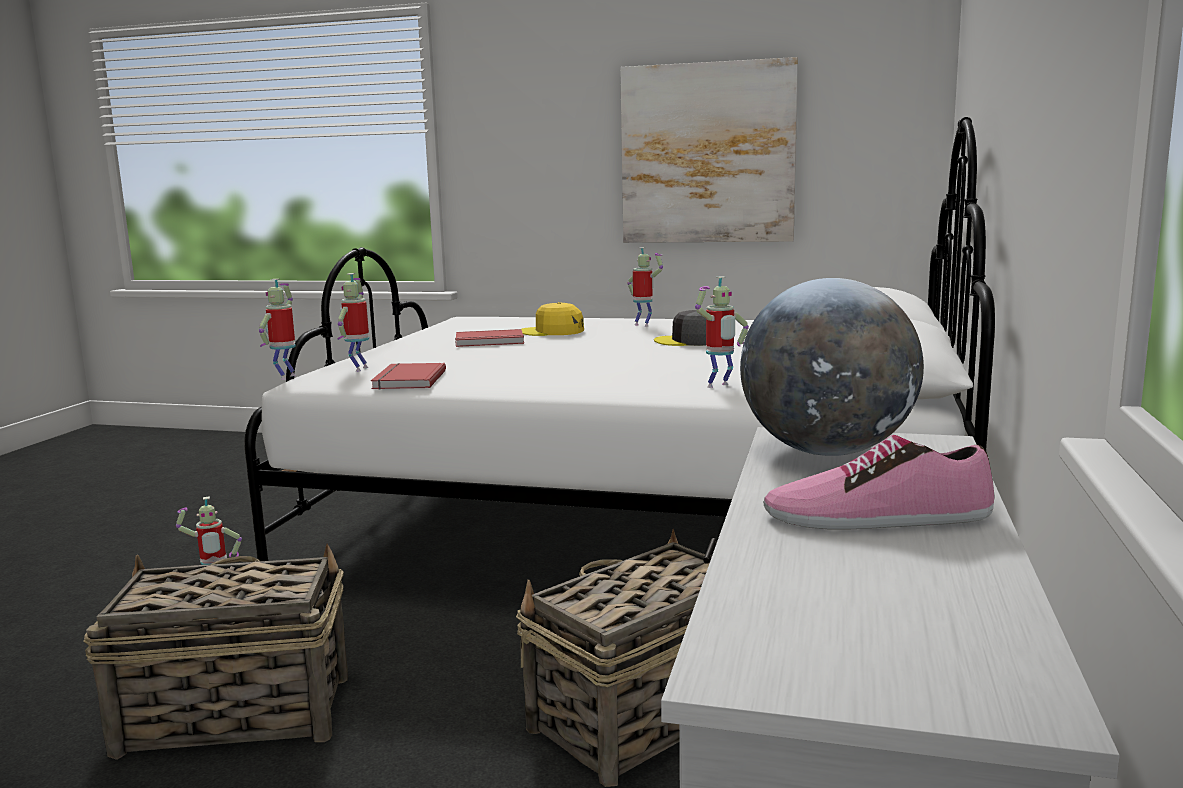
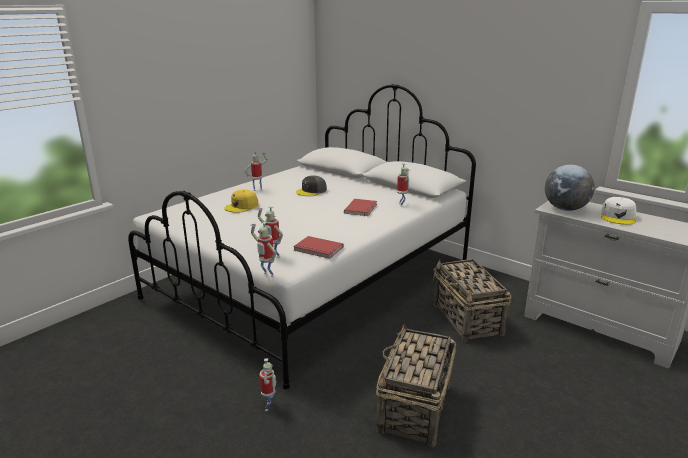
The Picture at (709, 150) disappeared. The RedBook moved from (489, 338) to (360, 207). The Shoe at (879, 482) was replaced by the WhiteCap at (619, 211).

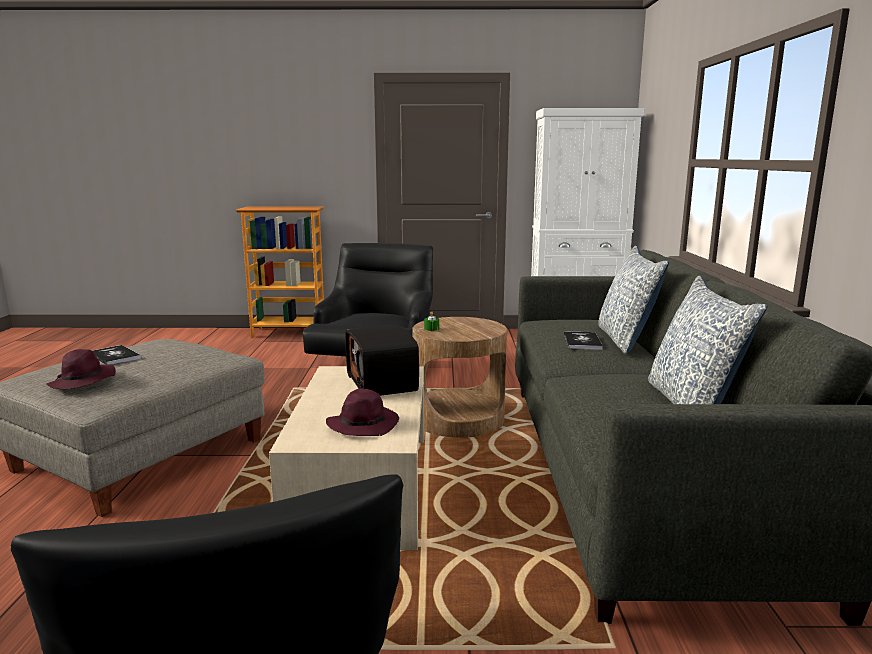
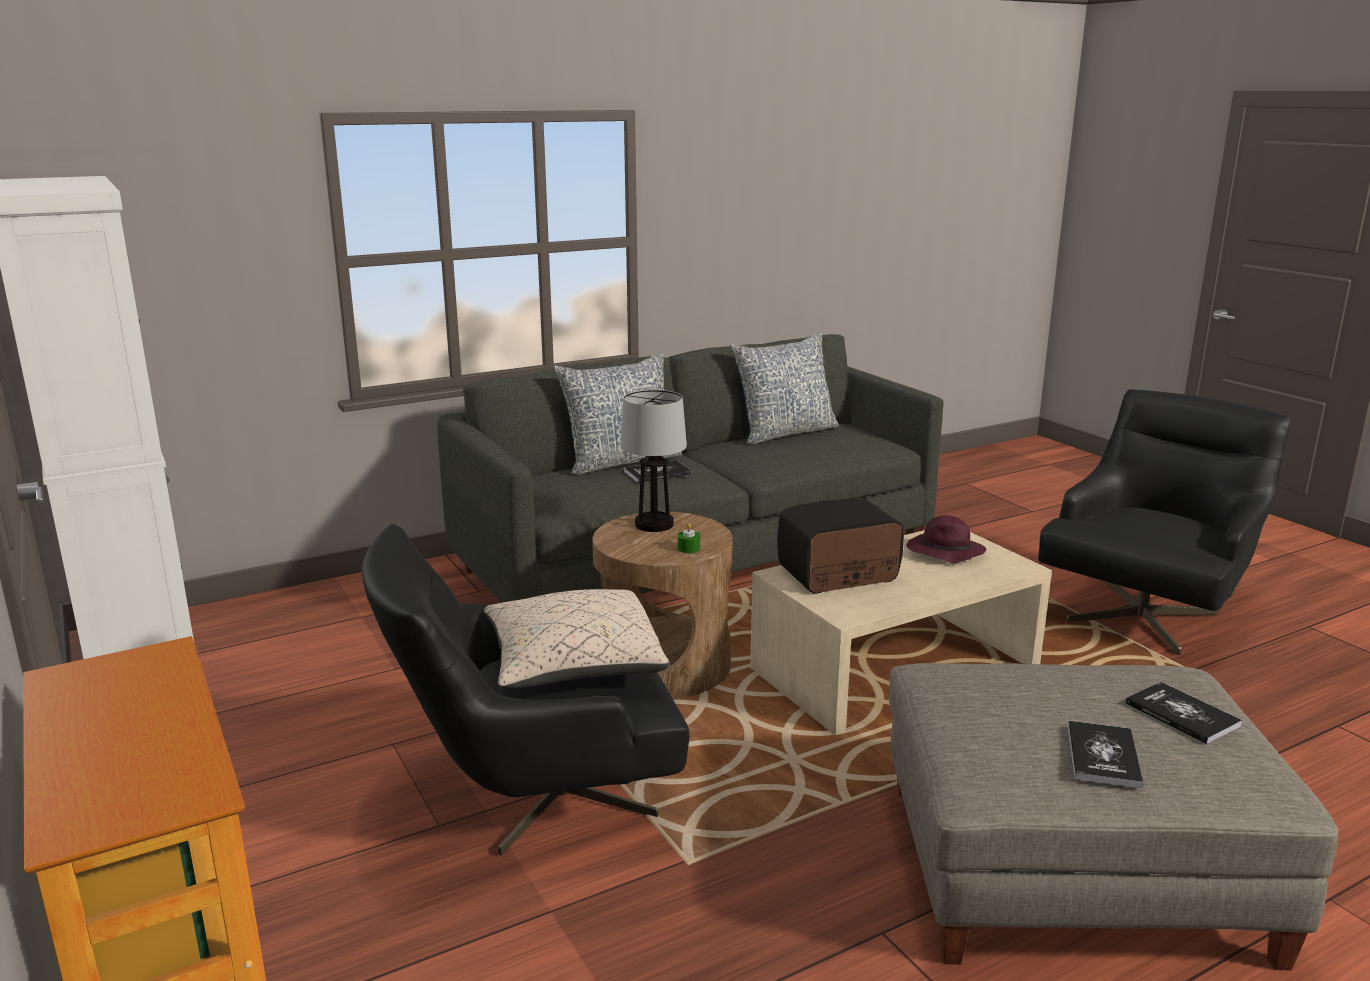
The BeigePillow at (576, 639) appeared. The TableLamp at (653, 461) appeared. The PurpleHat at (81, 369) was replaced by the Book at (1184, 713). The Radio at (382, 360) turned 150 degrees counterclockwise.

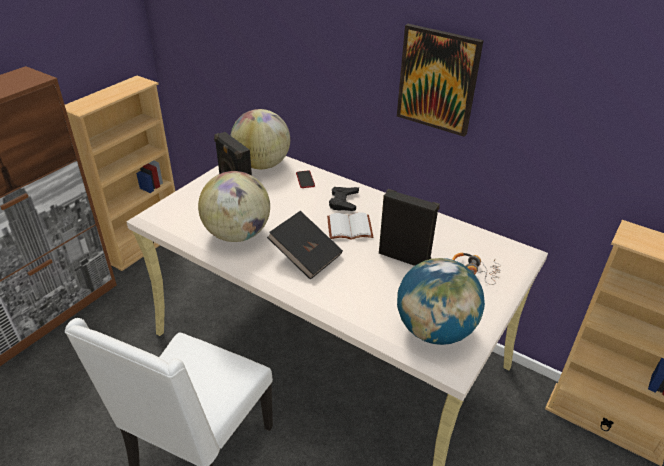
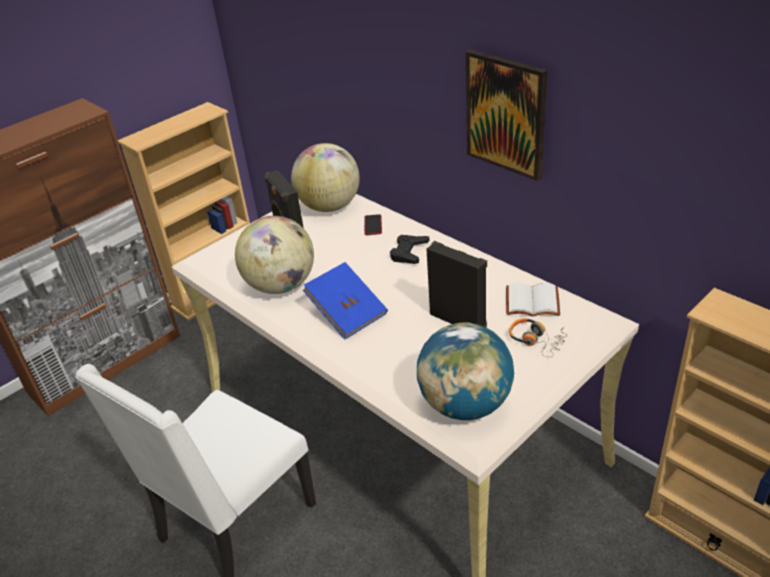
The WhiteBook moved from (350, 226) to (533, 299). The BlackBook at (305, 245) became the BlueBook at (345, 301).

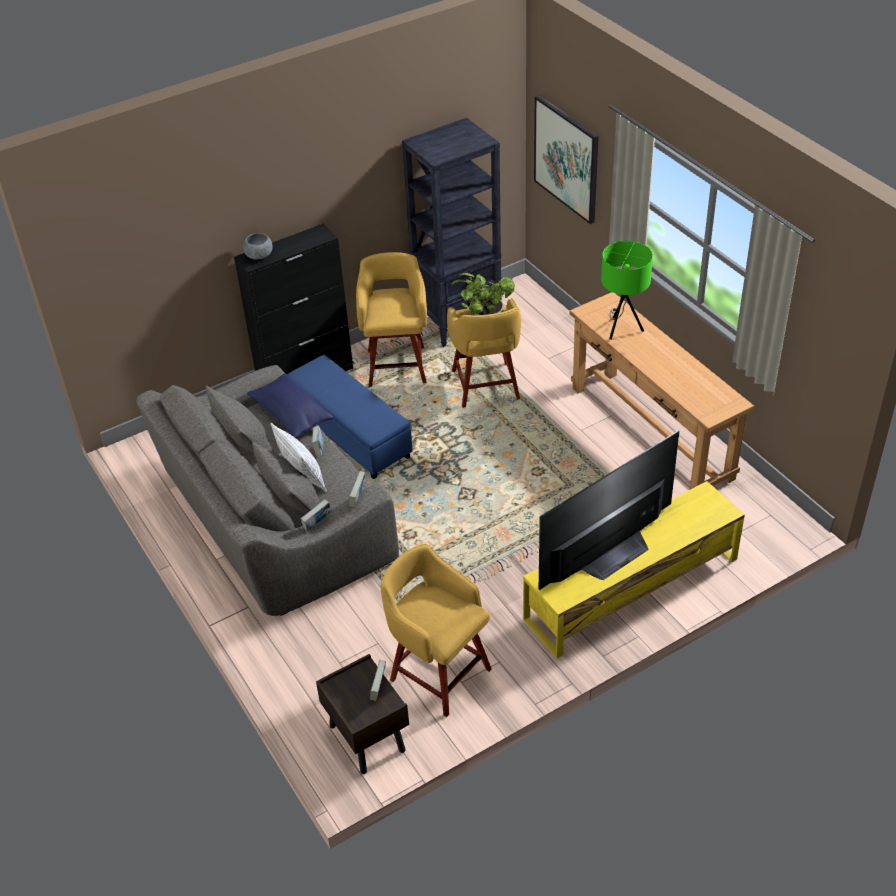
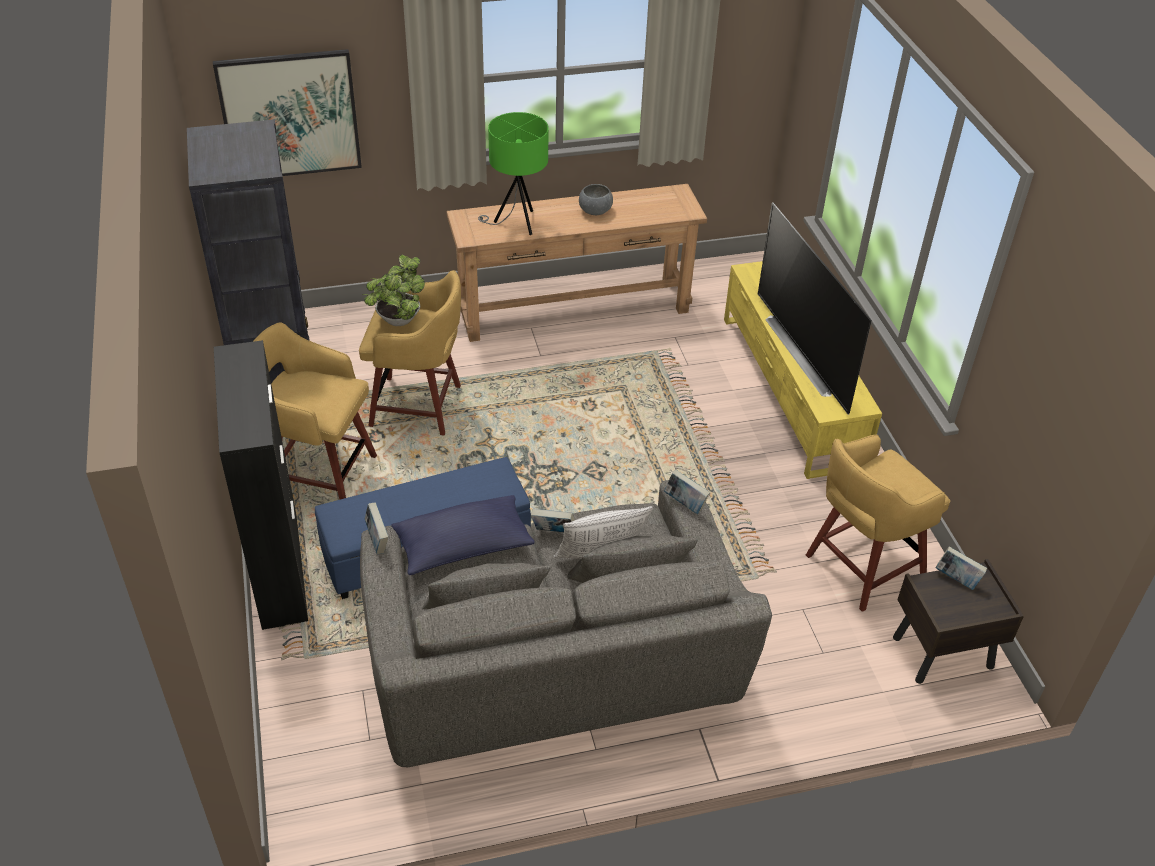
The GreyBowl moved from (258, 246) to (596, 199). The Book moved from (316, 515) to (376, 528).

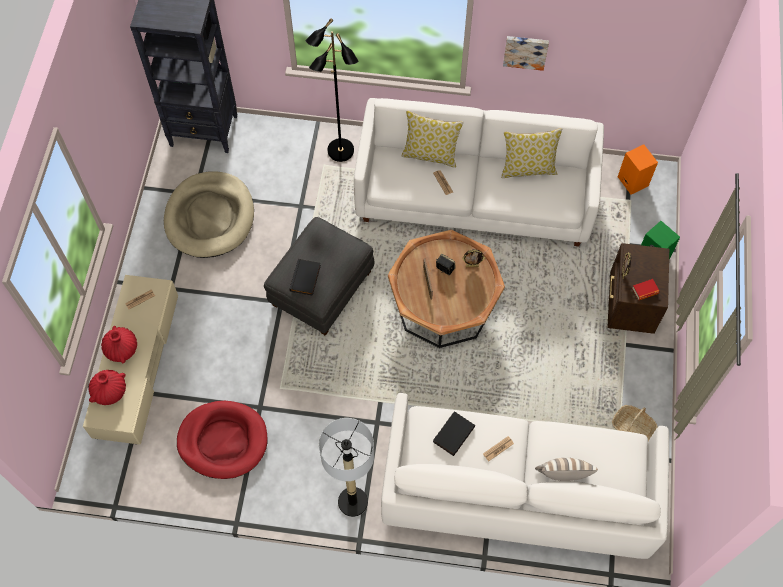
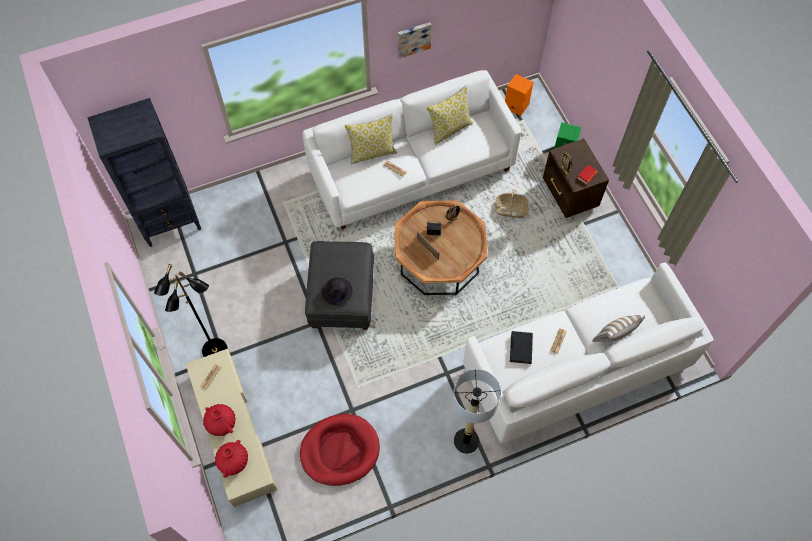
The BeigeDogBed at (209, 214) disappeared. The BlackFloorLamp moved from (331, 90) to (191, 310). The Basket moved from (635, 423) to (512, 203). The BlackBook at (305, 277) was replaced by the BlackHat at (337, 291).

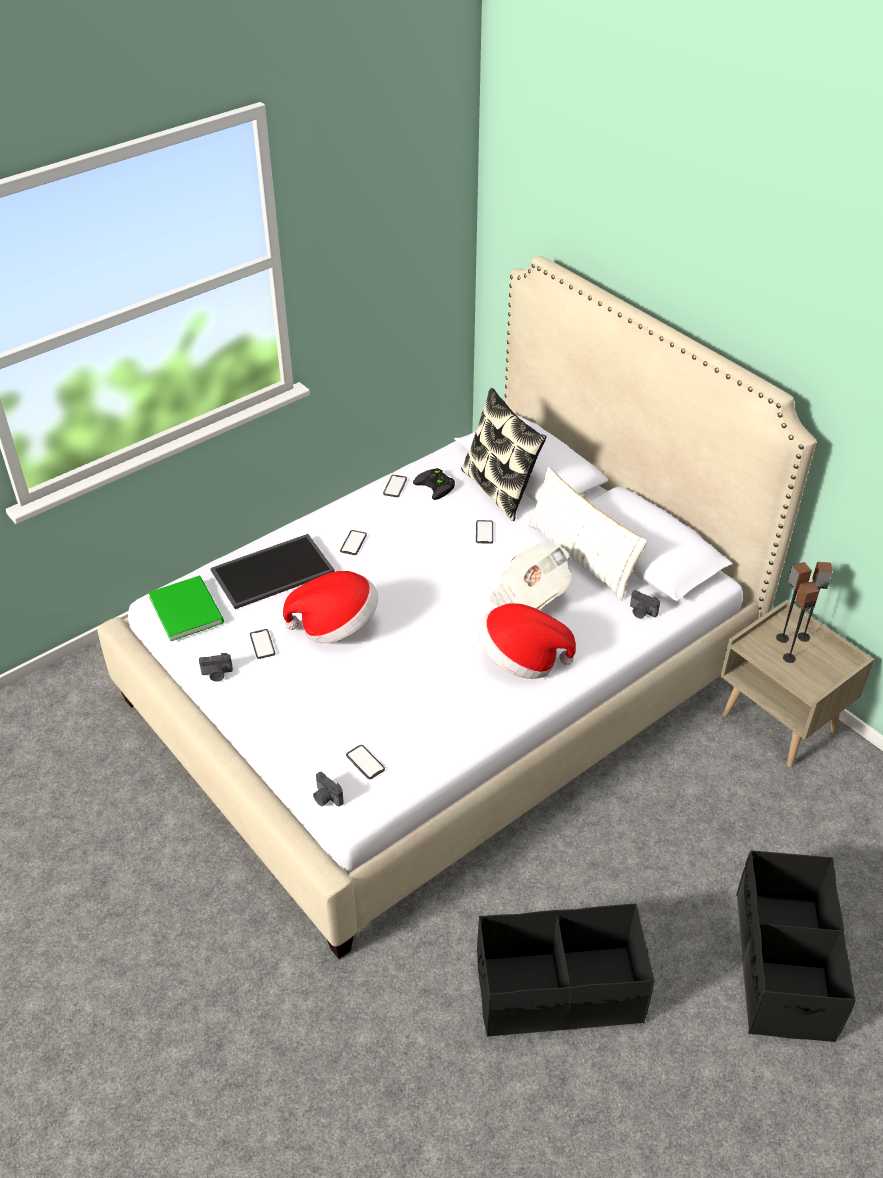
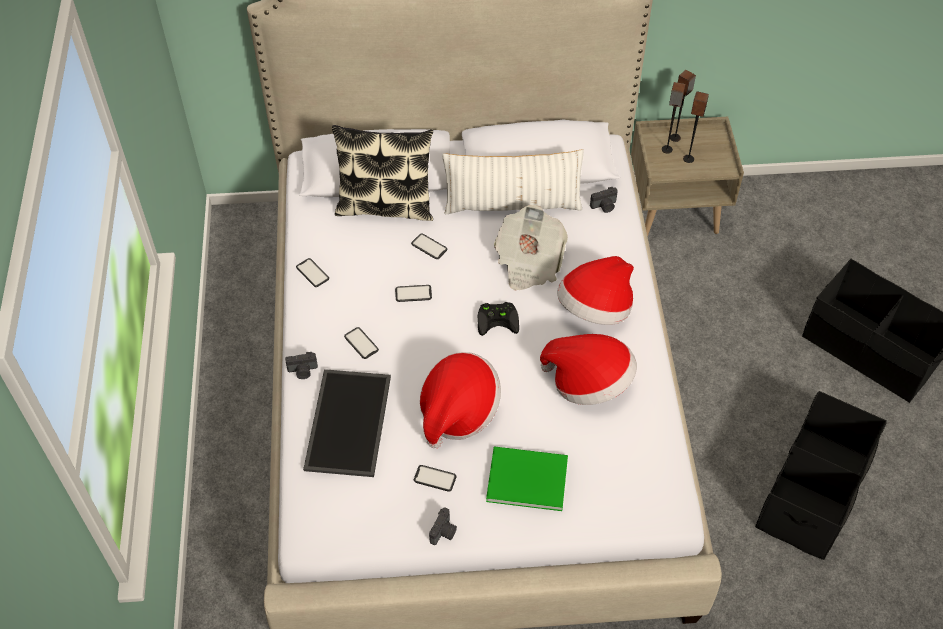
The Hat at (588, 369) appeared. The GreenBook moved from (186, 608) to (527, 478). The PhotoCamera moved from (328, 789) to (301, 365). The Phone moved from (365, 762) to (413, 293). The BlackGameController moved from (434, 484) to (498, 319).

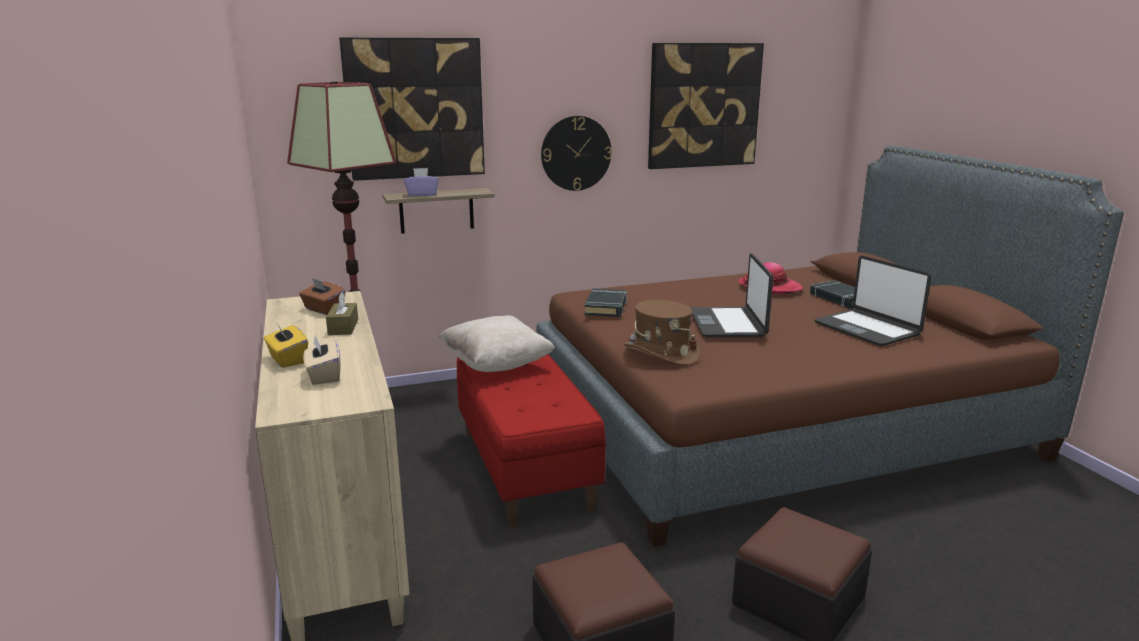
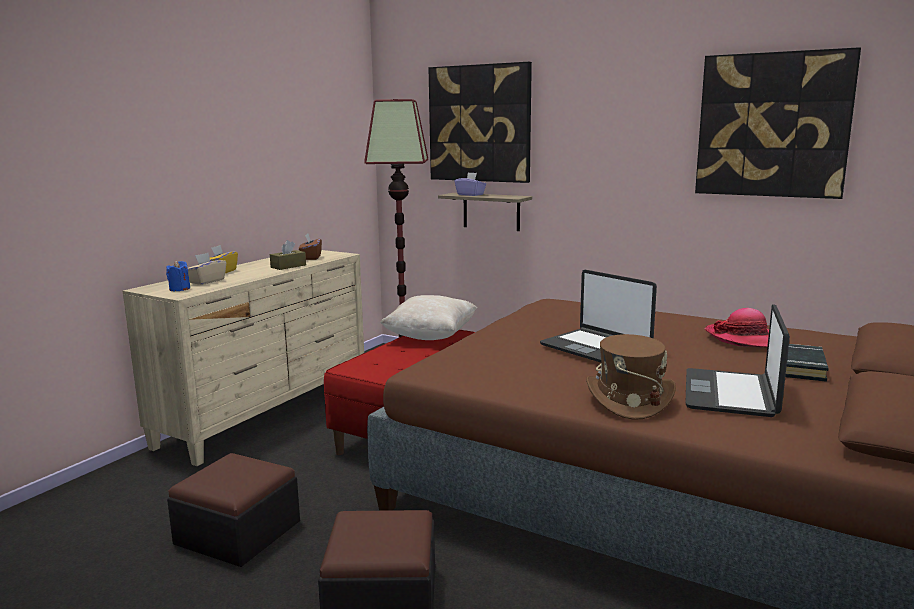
The WallClock at (576, 153) disappeared. The BlackBook at (605, 302) disappeared. The BlueCandle at (178, 276) appeared. The BrownHat moved from (662, 333) to (631, 377). The Laptop at (732, 295) turned 90 degrees counterclockwise.

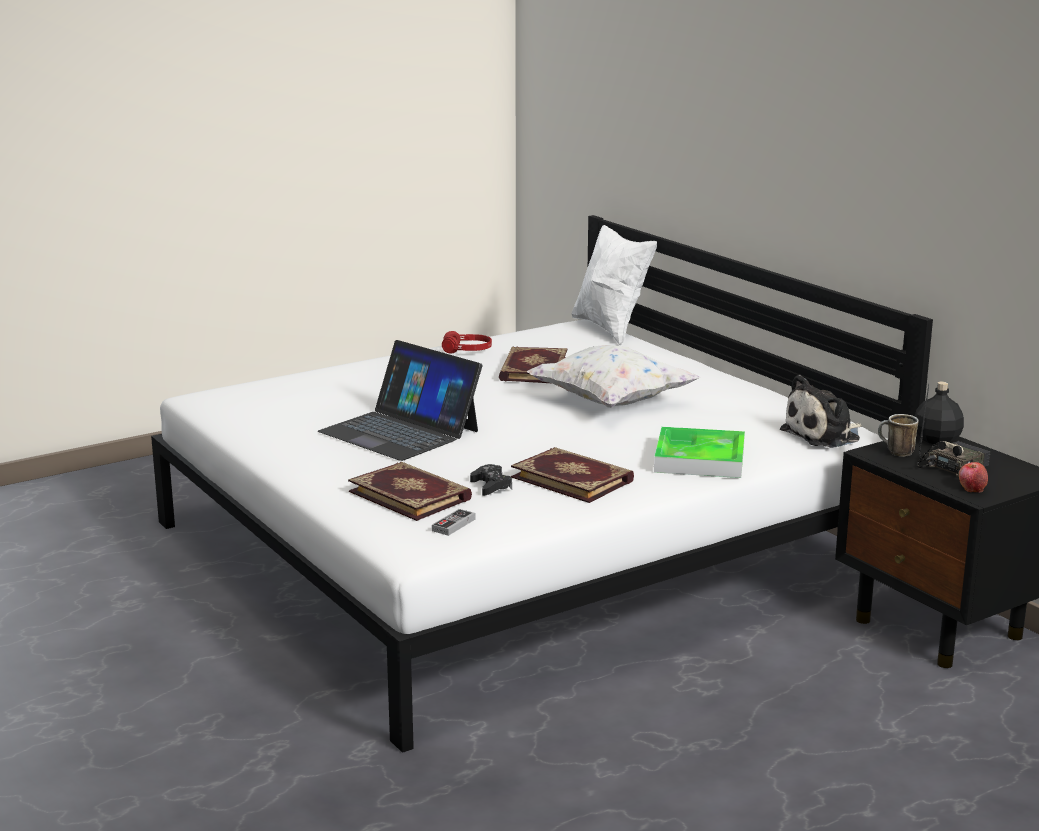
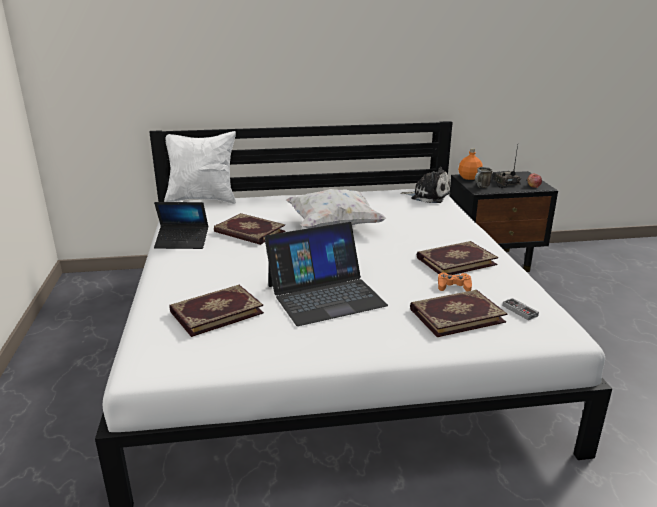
The Tray at (699, 452) disappeared. The Book at (216, 311) appeared. The RedHeadphones at (467, 342) was replaced by the Laptop at (181, 225). The BlackGameController at (491, 480) became the OrangeGameController at (455, 281). The BlackBottle at (939, 413) became the OrangeBottle at (470, 164). The PlushToy at (821, 411) turned 60 degrees counterclockwise.

